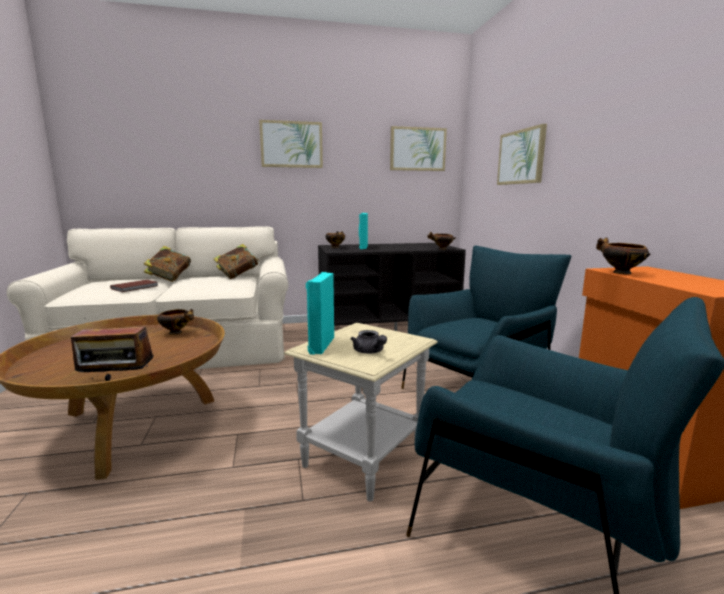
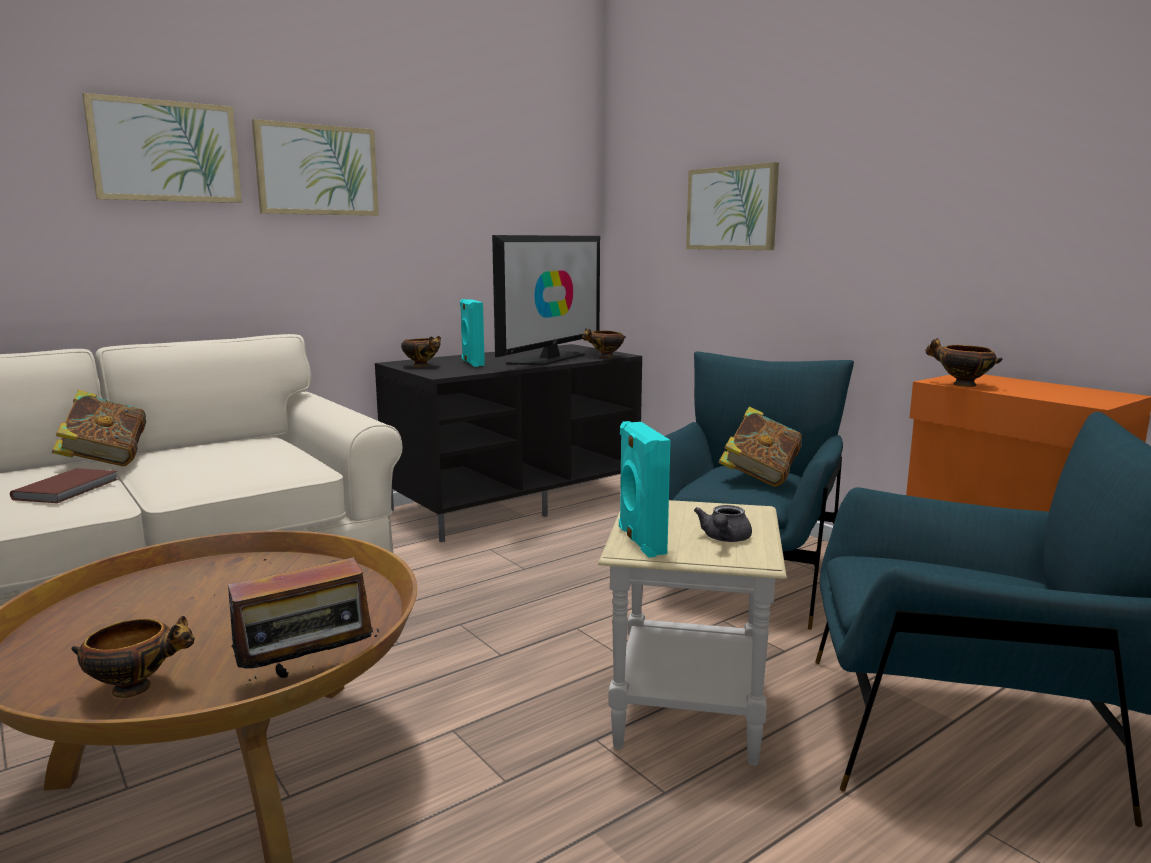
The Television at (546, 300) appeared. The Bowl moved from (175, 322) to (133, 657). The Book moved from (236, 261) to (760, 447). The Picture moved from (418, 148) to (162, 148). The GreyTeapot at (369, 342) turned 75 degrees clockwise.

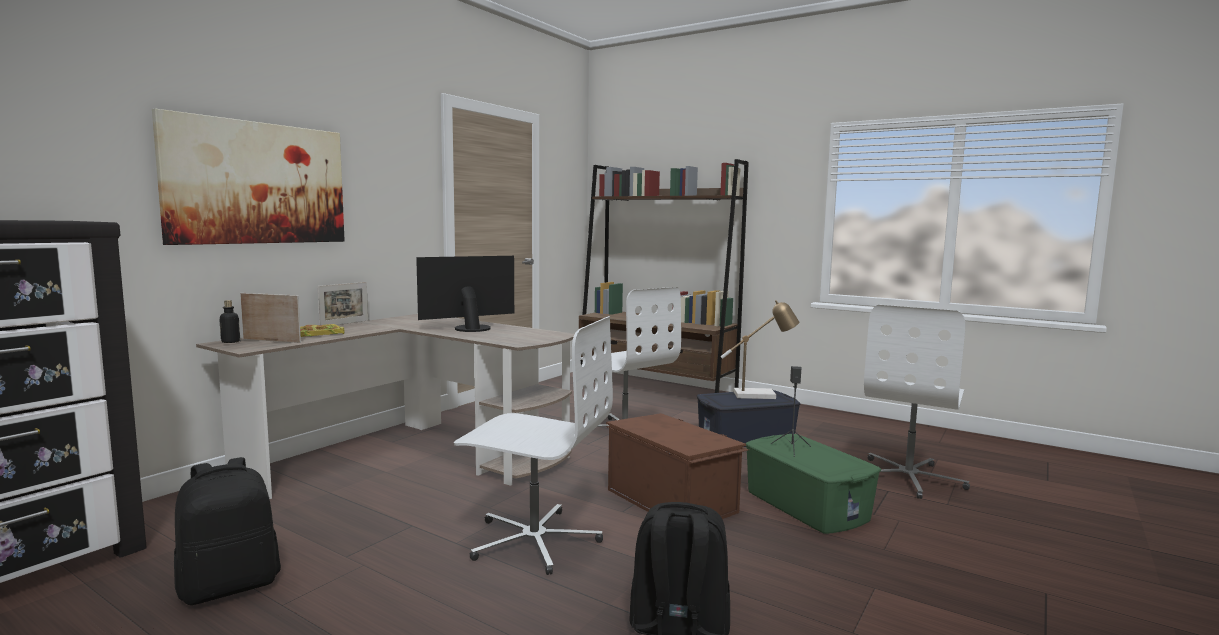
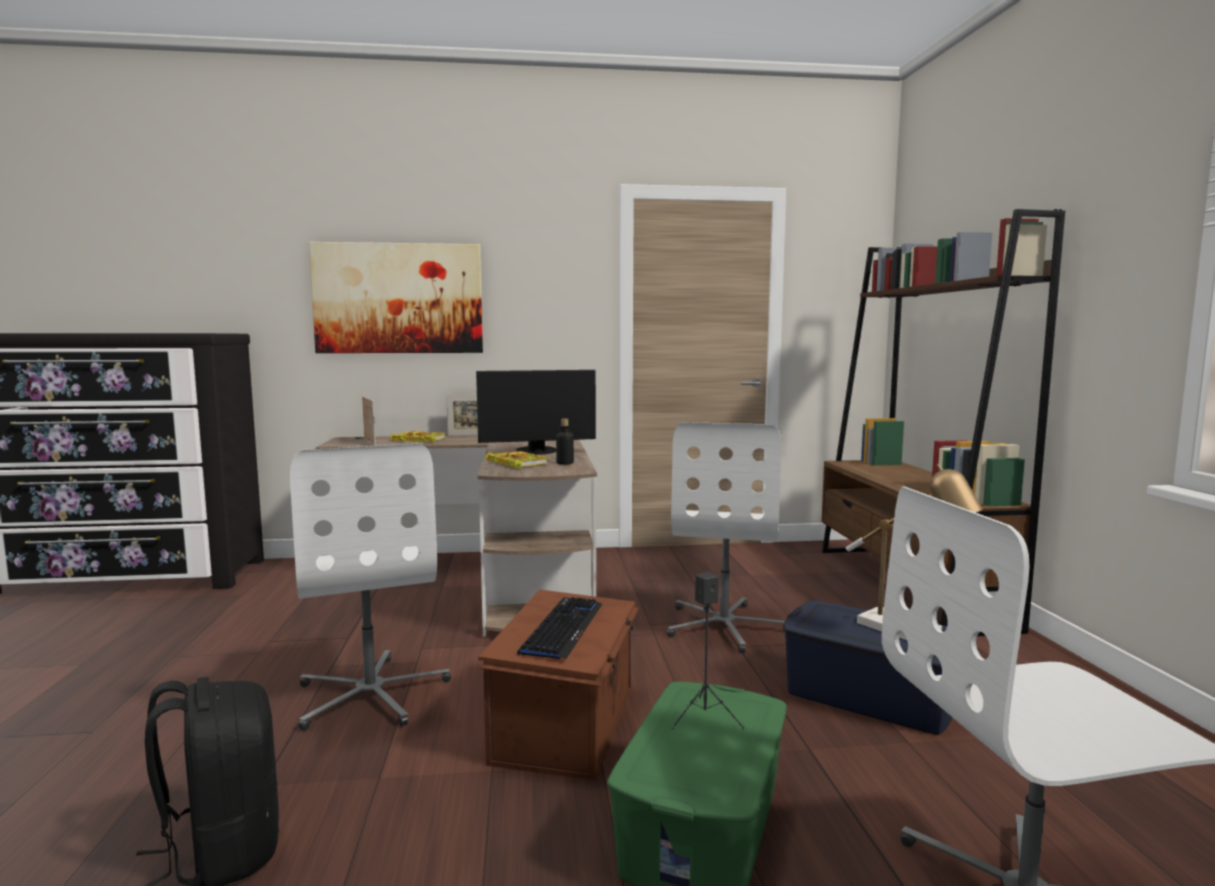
The BlackBackpack at (227, 531) disappeared. The Book at (517, 460) appeared. The Keyboard at (559, 628) appeared. The Bottle moved from (229, 321) to (565, 441). The Monitor at (465, 294) turned 150 degrees clockwise.

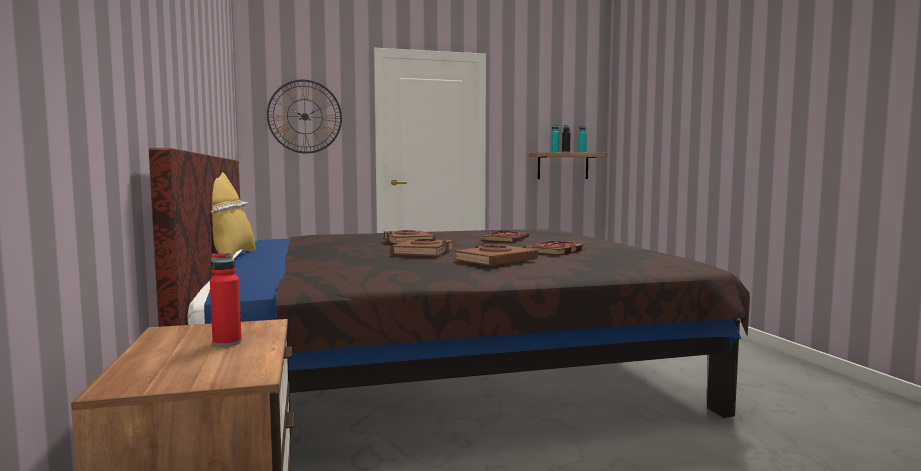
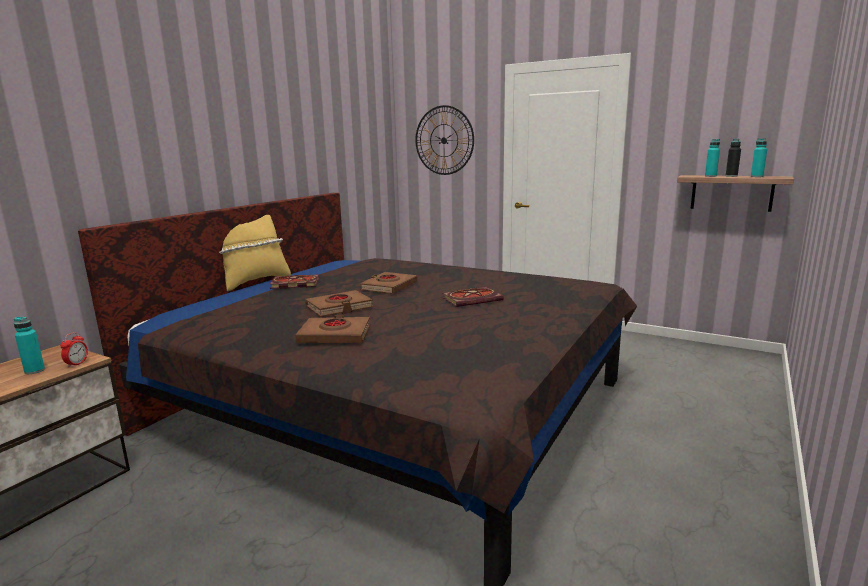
The AlarmClock at (74, 350) appeared. The Book moved from (554, 248) to (294, 281). The RedBottle at (226, 300) became the TurquoiseBottle at (29, 345).

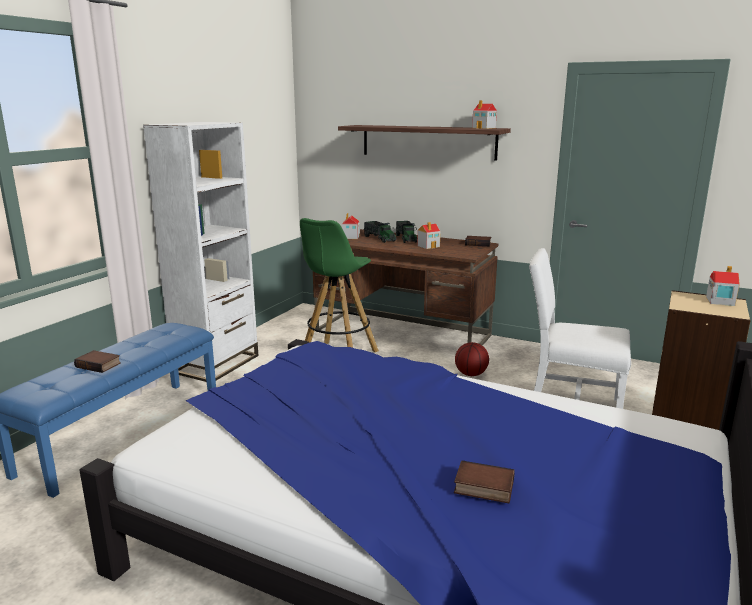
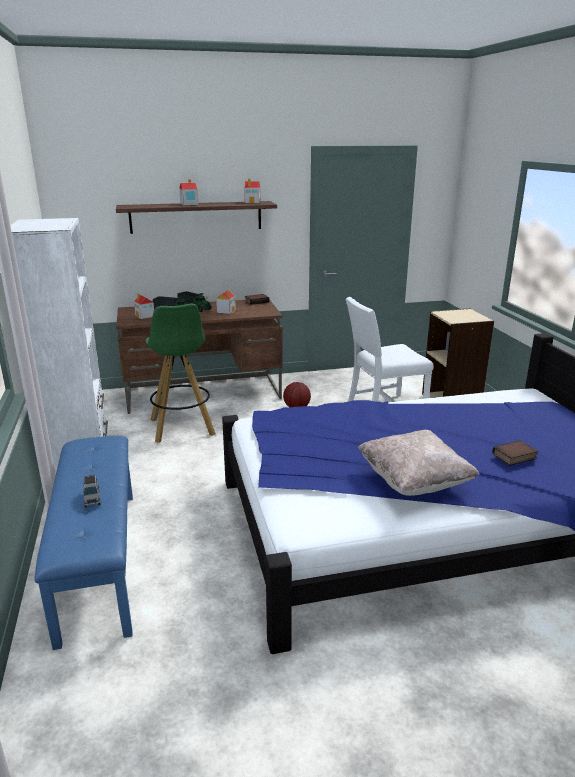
The BeigePillow at (418, 463) appeared. The ToyHouse moved from (723, 286) to (188, 192). The Book at (97, 361) was replaced by the GreyToyCar at (91, 491).

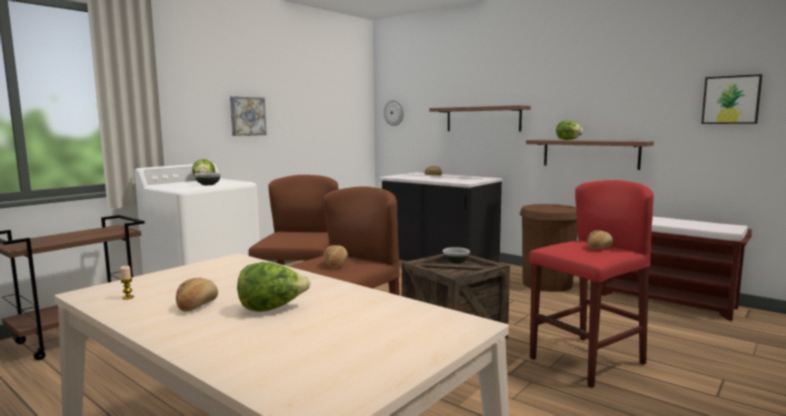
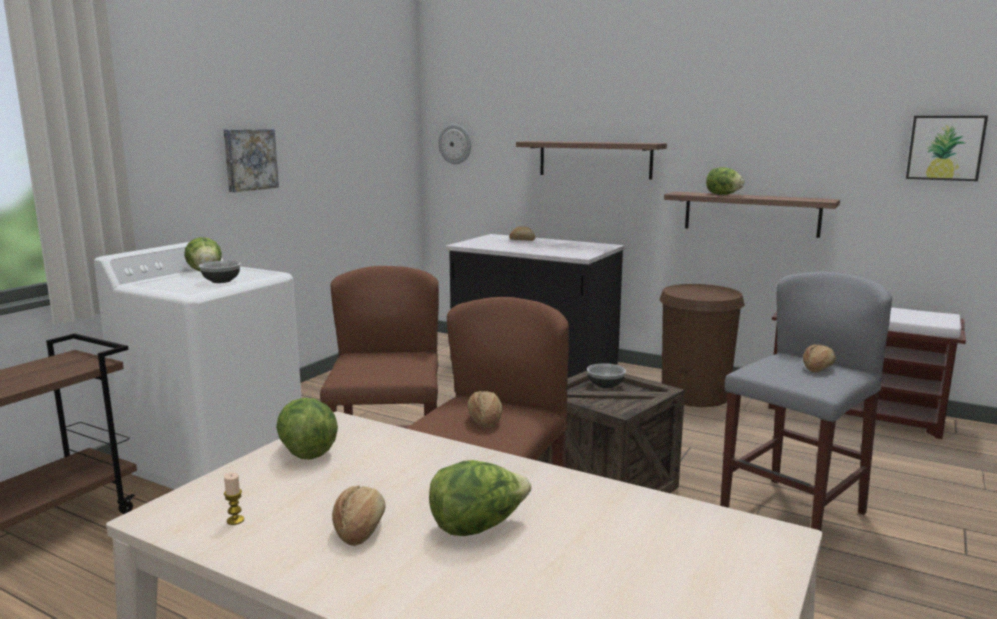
The Lettuce at (307, 428) appeared. The RedStool at (591, 284) became the GreyStool at (806, 401).

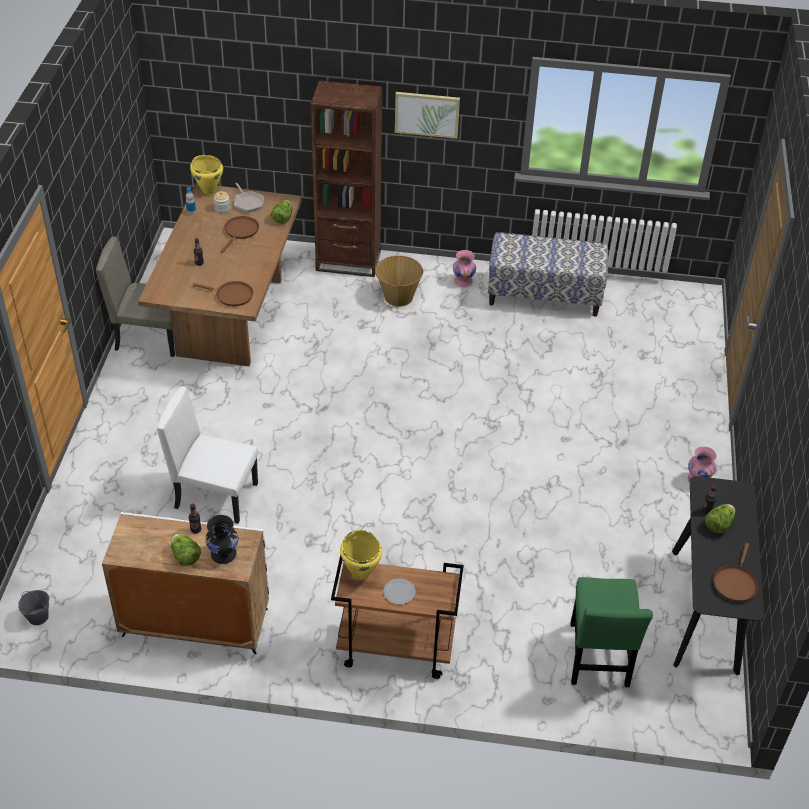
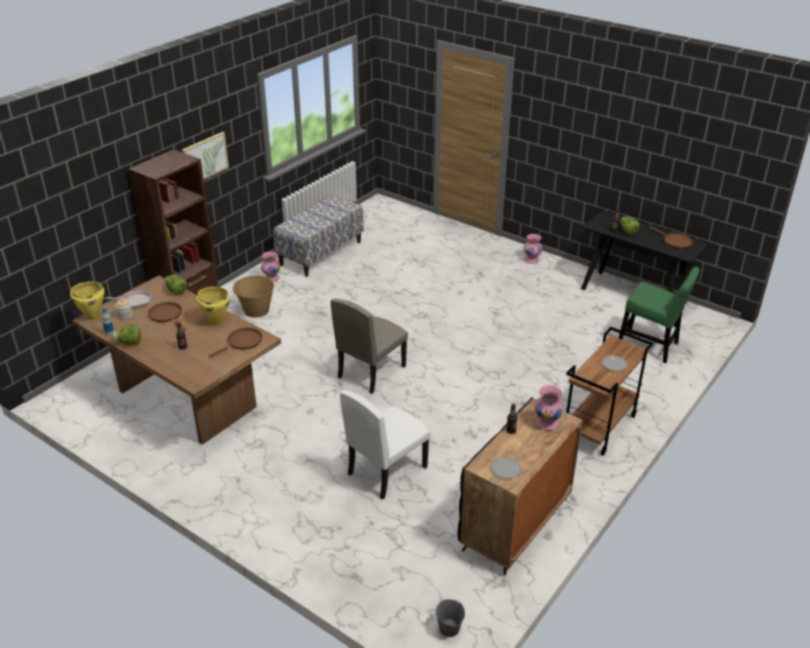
The Plate at (506, 468) appeared. The BeigeChair moved from (135, 296) to (369, 346). The Lettuce moved from (186, 550) to (126, 335). The YellowCookingPot moved from (361, 555) to (213, 306). The WhiteCabinet at (185, 583) became the BlackCabinet at (520, 486). The BlackVase at (221, 539) became the PinkVase at (549, 408).

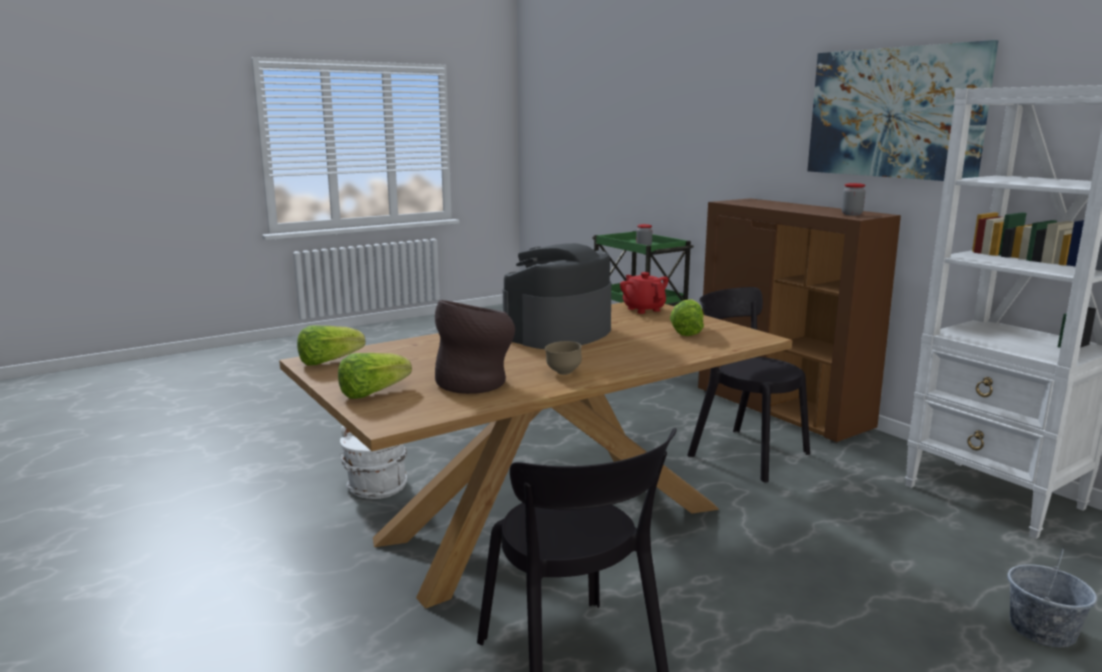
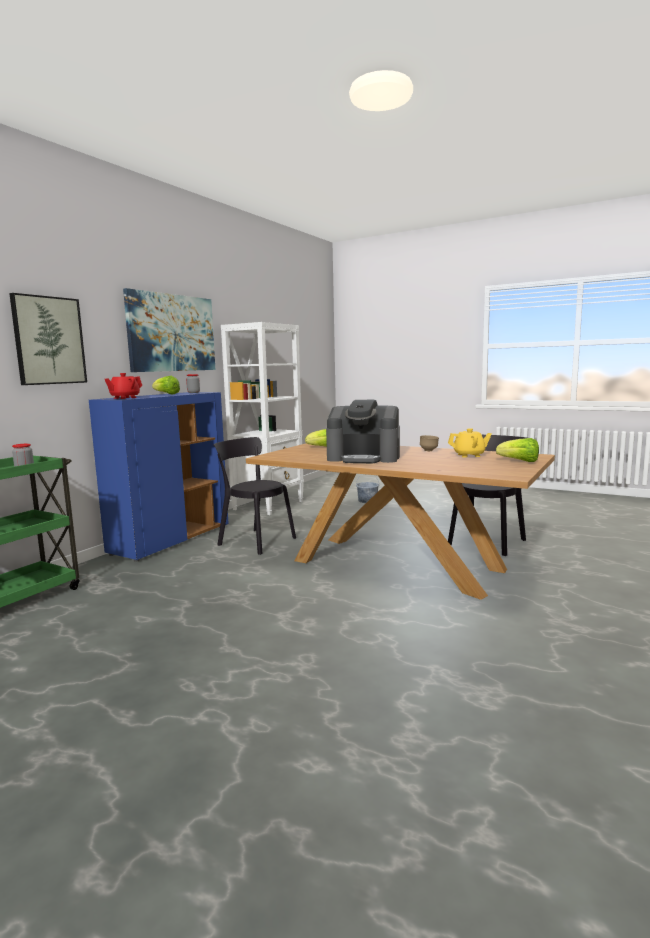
The WhiteBucket at (373, 462) disappeared. The Picture at (48, 339) appeared. The Lettuce moved from (331, 345) to (166, 385). The RedTeapot moved from (644, 293) to (123, 386). The BrownVase at (475, 347) was replaced by the YellowTeapot at (470, 442). The BrownCabinet at (799, 320) became the BlueCabinet at (159, 477). The BlackChair at (748, 385) turned 105 degrees clockwise.

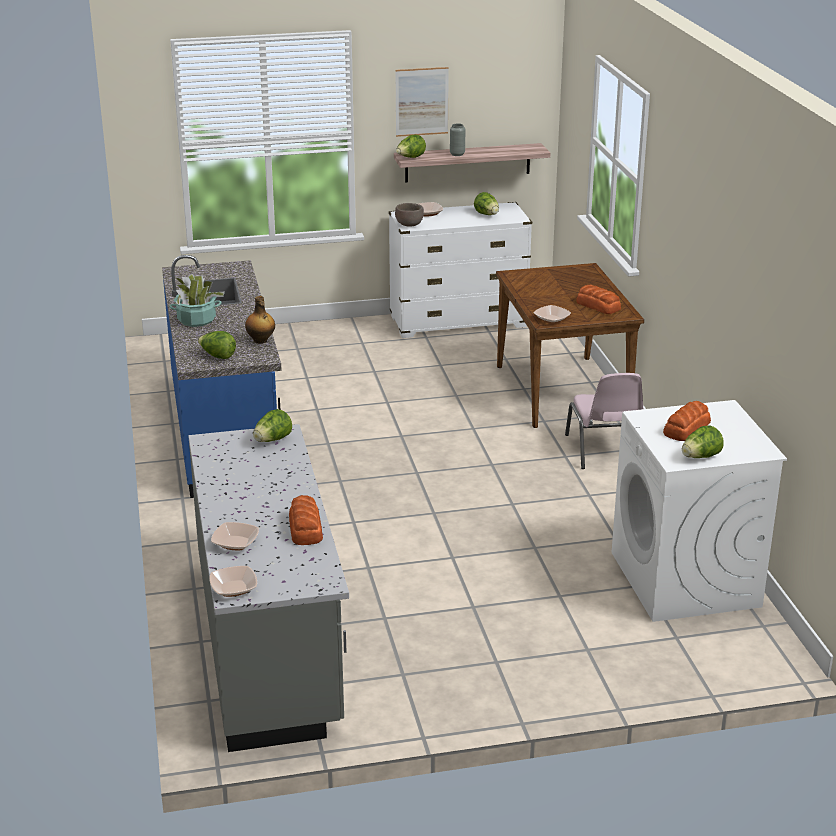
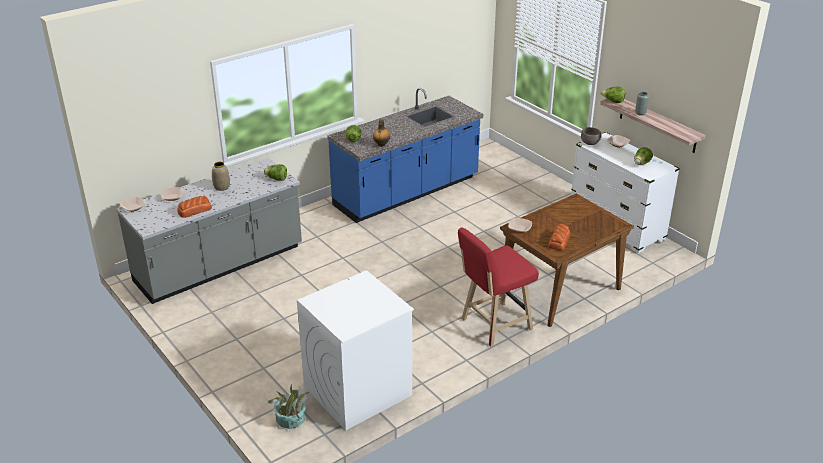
The Picture at (422, 102) disappeared. The Bread at (687, 421) disappeared. The Lettuce at (703, 441) disappeared. The Vase at (221, 176) appeared. The PottedPlant moved from (197, 300) to (286, 406). The PinkChair at (604, 421) was replaced by the RedStool at (498, 287).

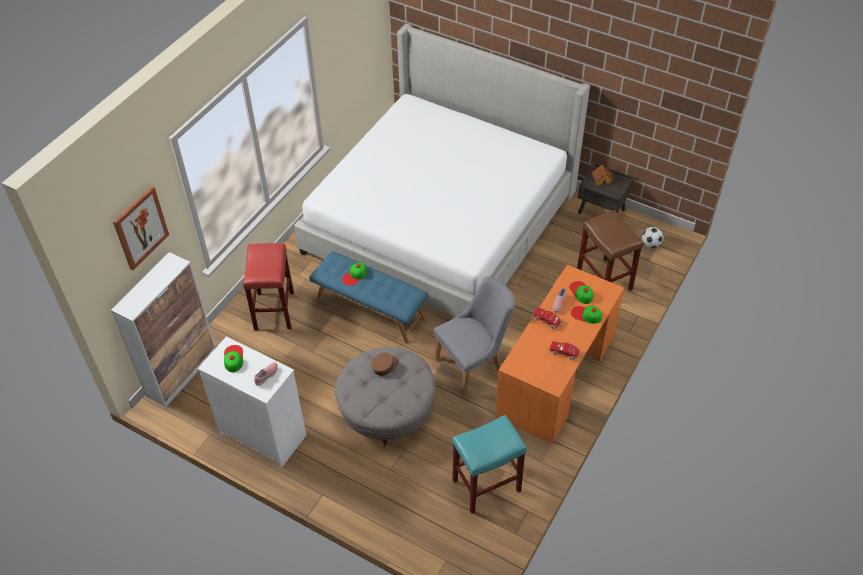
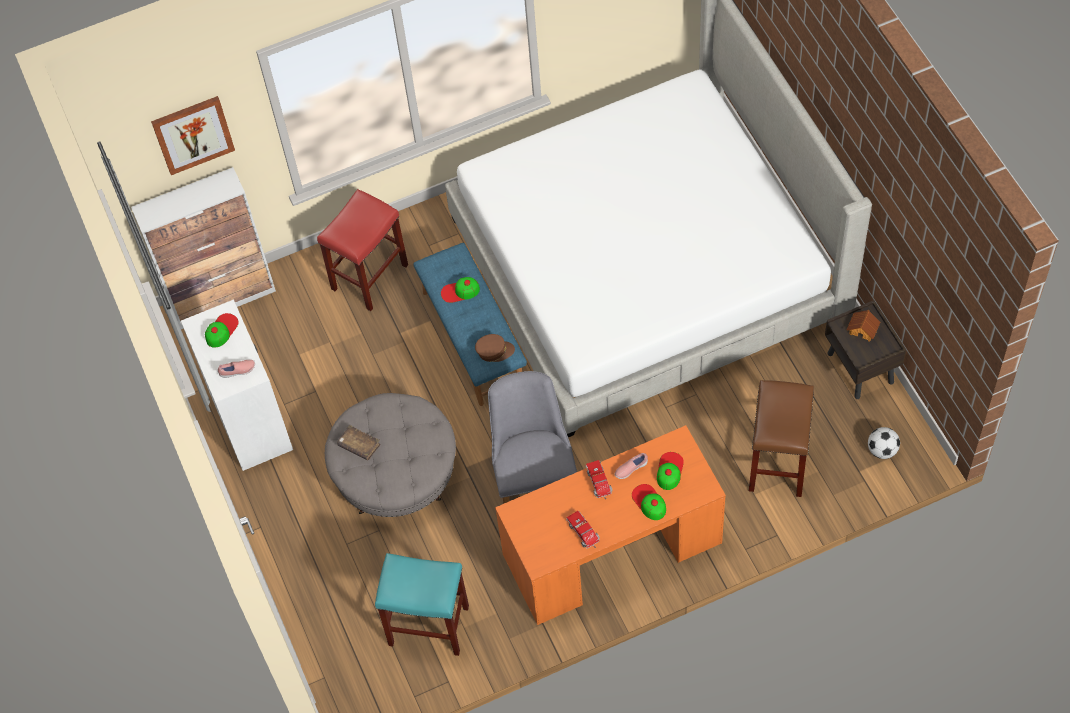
The BrownBook at (359, 442) appeared. The BrownCap moved from (384, 364) to (495, 348). The GreyChair at (474, 336) turned 105 degrees counterclockwise.

